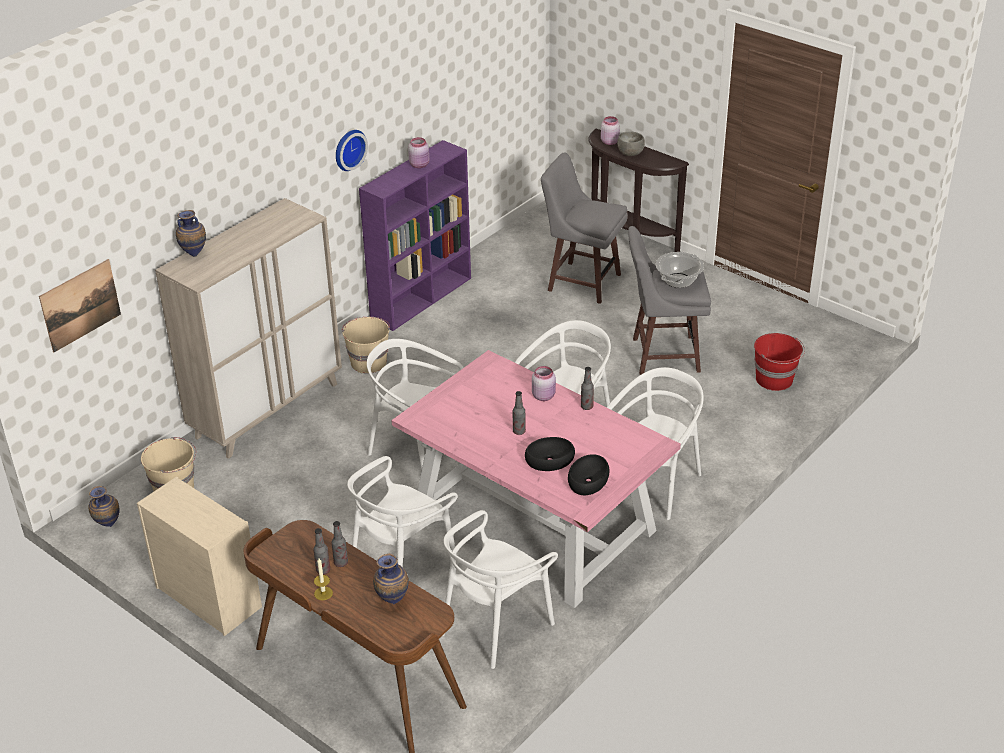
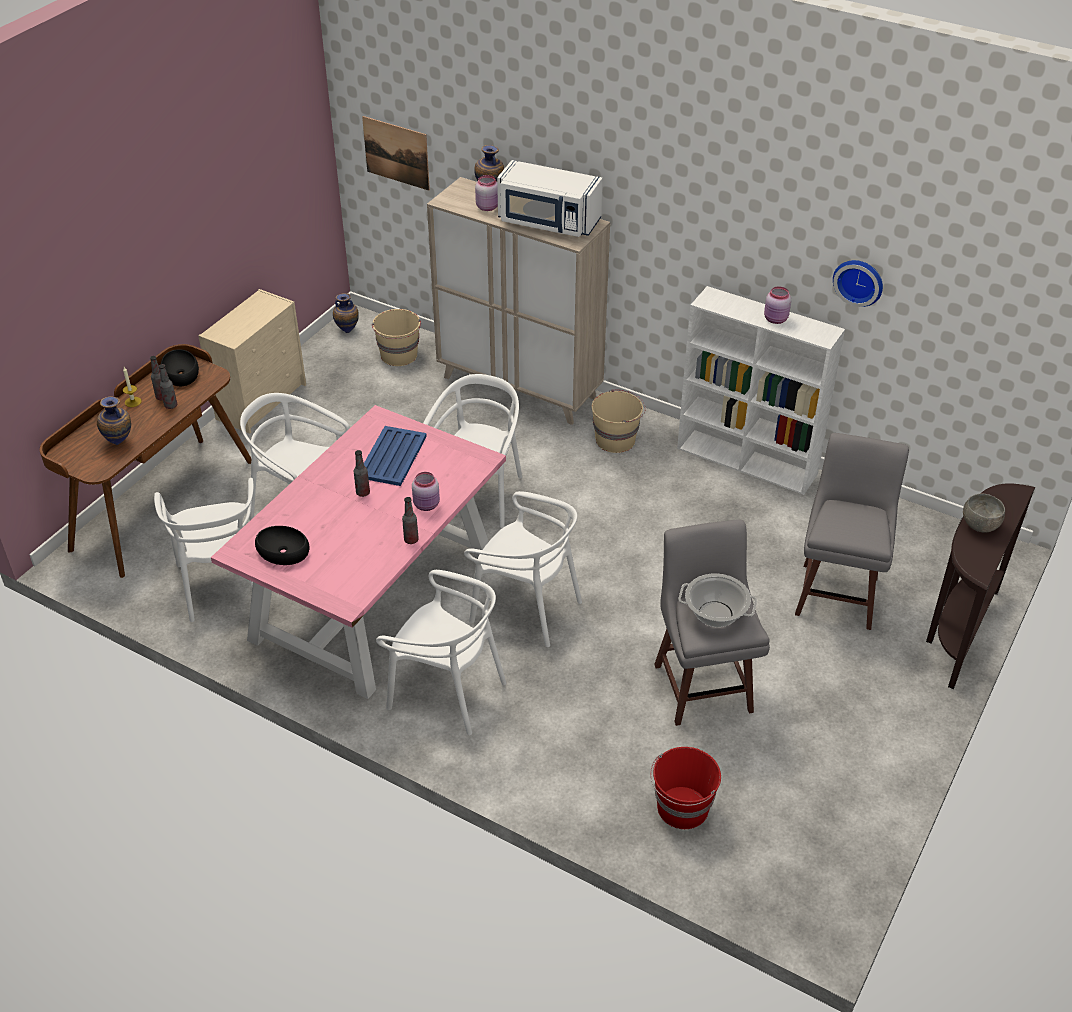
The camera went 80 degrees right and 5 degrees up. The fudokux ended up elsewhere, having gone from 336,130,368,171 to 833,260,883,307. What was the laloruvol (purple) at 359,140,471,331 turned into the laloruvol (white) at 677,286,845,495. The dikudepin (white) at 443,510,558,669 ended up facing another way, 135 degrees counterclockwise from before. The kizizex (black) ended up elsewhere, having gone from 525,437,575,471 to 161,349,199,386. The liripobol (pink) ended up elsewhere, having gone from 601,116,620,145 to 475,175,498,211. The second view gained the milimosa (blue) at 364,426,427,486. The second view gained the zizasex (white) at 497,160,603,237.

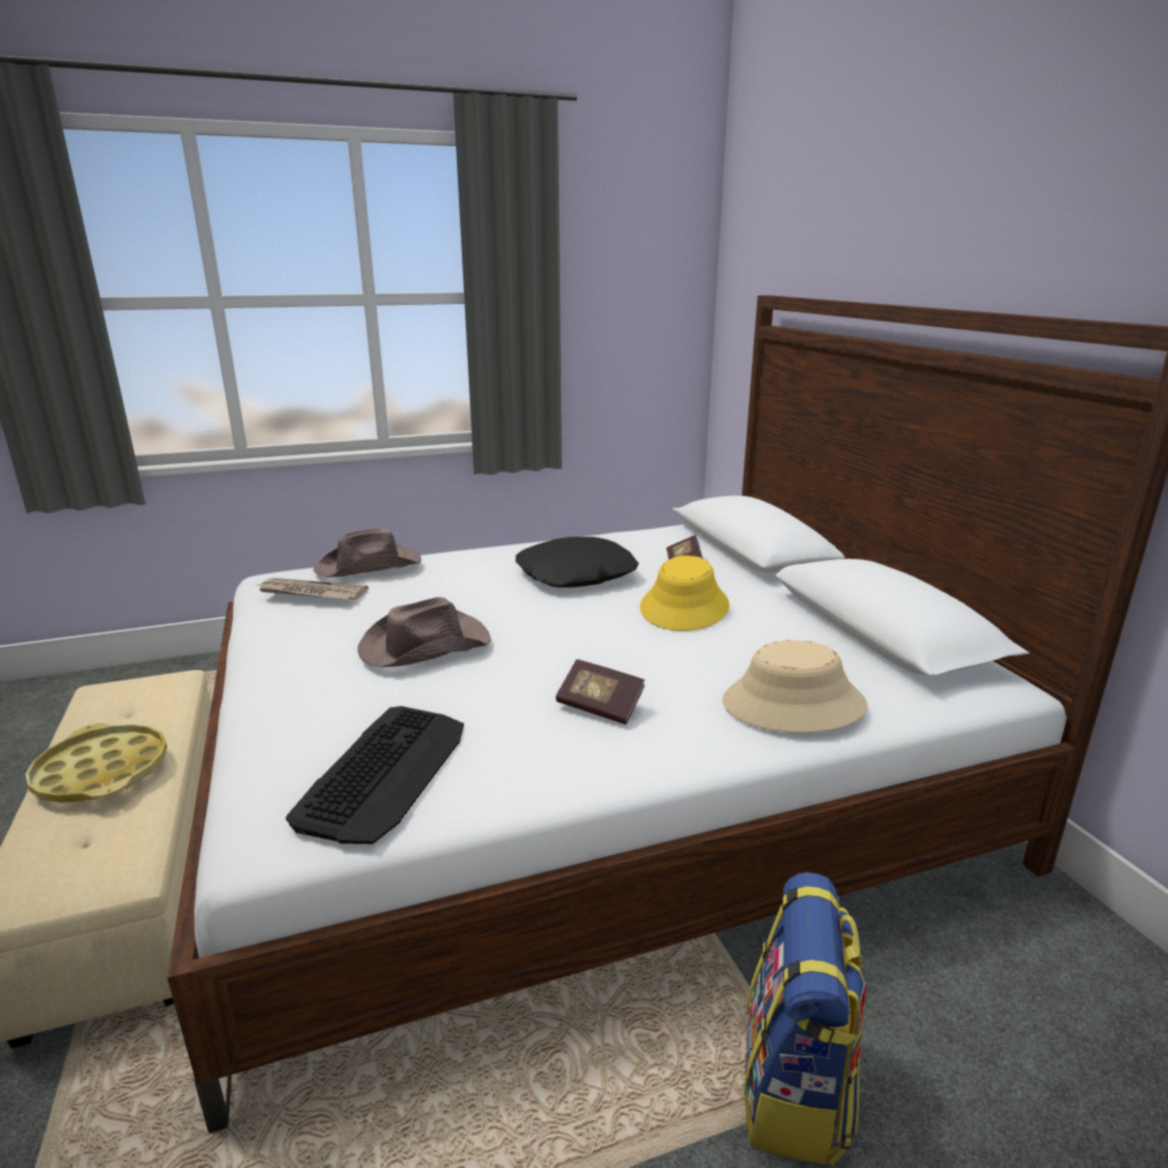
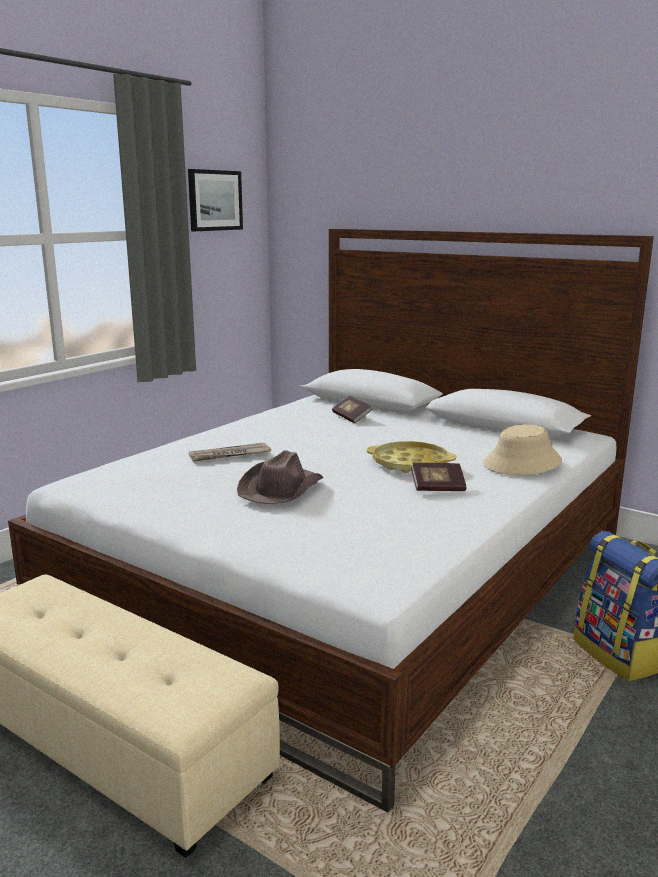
The camera went 35 degrees left and 5 degrees down. The milimosa (yellow) ended up elsewhere, having gone from 26,723,167,803 to 366,441,456,473. The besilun ended up elsewhere, having gone from 254,578,368,600 to 189,442,271,462. The second view lost the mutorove at 286,706,464,844. The second view lost the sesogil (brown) at 313,528,421,577. The second view lost the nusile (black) at 516,537,639,588. The second view lost the sesogil (yellow) at 640,555,729,631. The second view gained the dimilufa at 188,169,243,231.

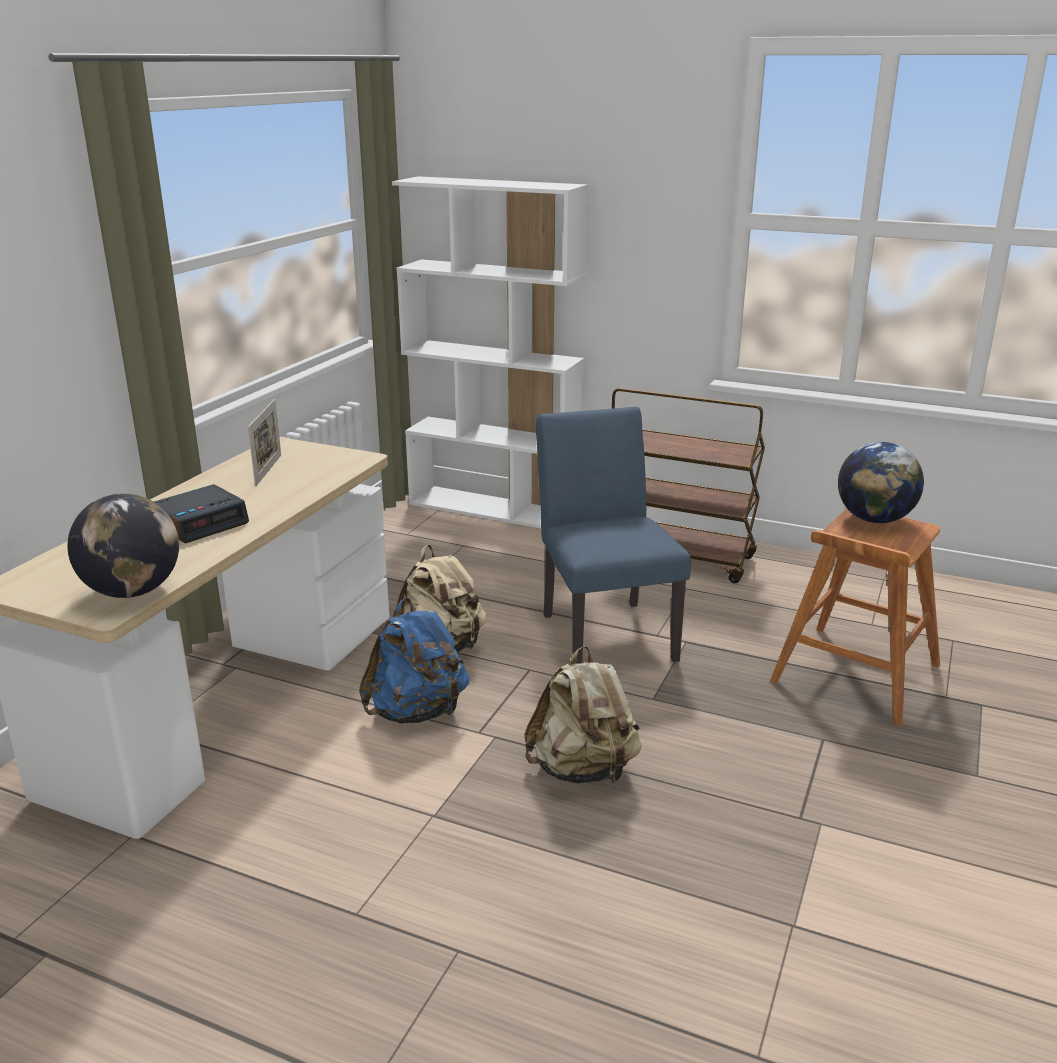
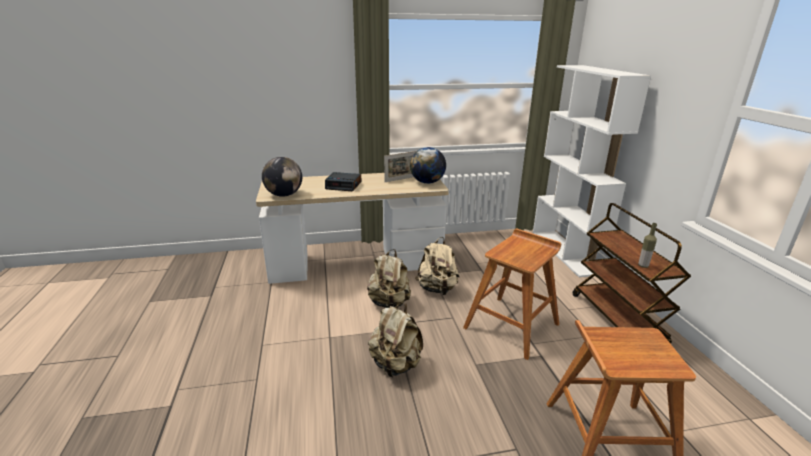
The camera went 55 degrees right and 0 degrees up. What was the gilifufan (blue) at 359,597,469,724 turned into the gilifufan (beige) at 367,249,411,308. Where the dikudepin (blue) stood at 536,407,691,664, the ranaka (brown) came to stand at 463,229,561,360. The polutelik ended up elsewhere, having gone from 838,442,924,523 to 410,147,446,184. The second view gained the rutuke at 638,223,657,268.

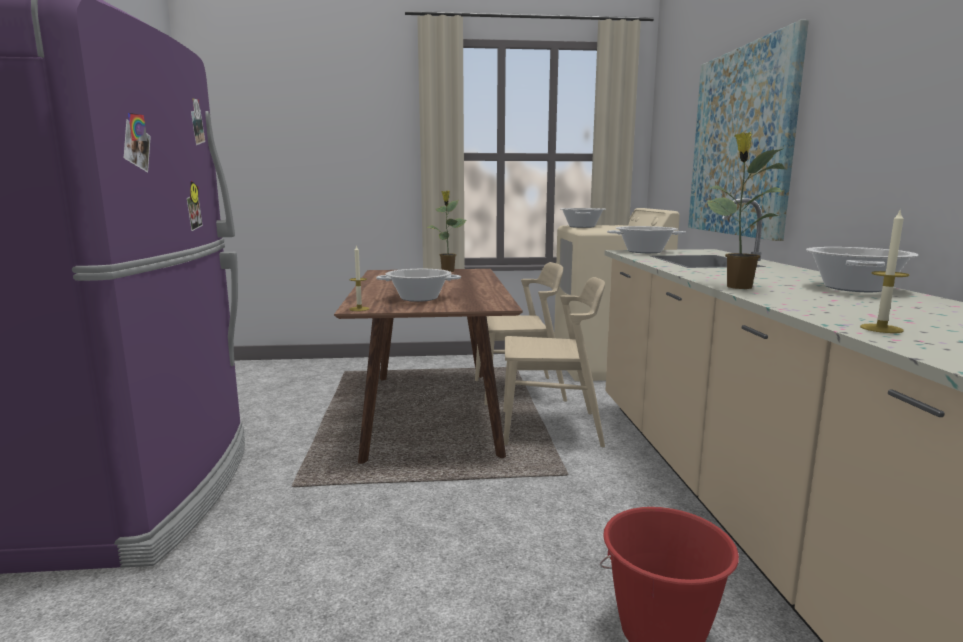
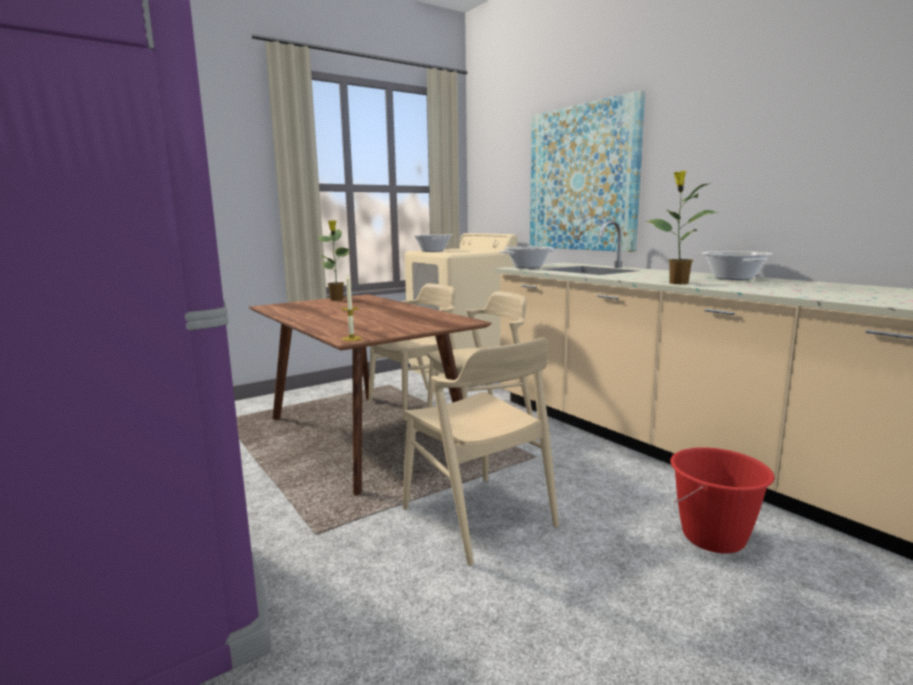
The camera went 30 degrees left and 0 degrees up. The second view lost the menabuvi at 376,269,461,302. The second view lost the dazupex at 860,211,909,333. The second view gained the dikudepin (beige) at 403,338,559,566.

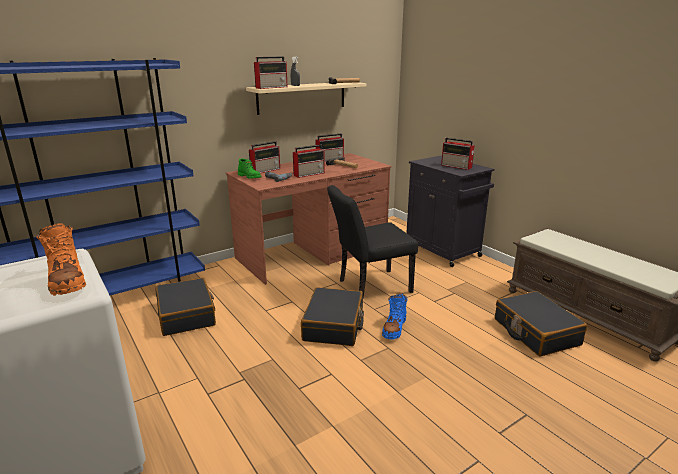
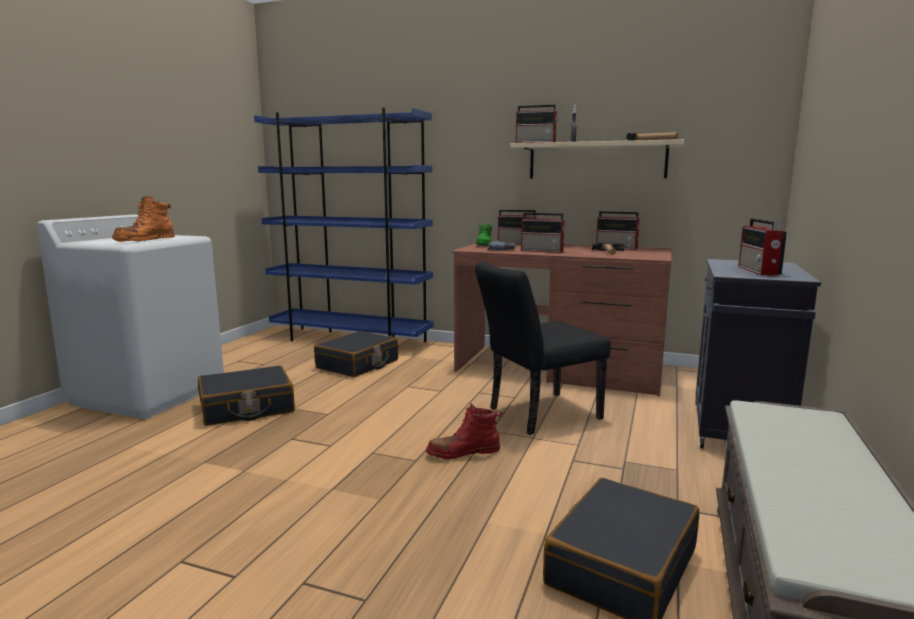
The camera went 55 degrees right and 10 degrees down. The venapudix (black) ended up elsewhere, having gone from 301,287,364,346 to 198,366,295,426. The dikudepin (black) at 327,185,418,297 ended up facing another way, 60 degrees counterclockwise from before. What was the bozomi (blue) at 382,293,407,339 turned into the bozomi (red) at 426,403,503,460.

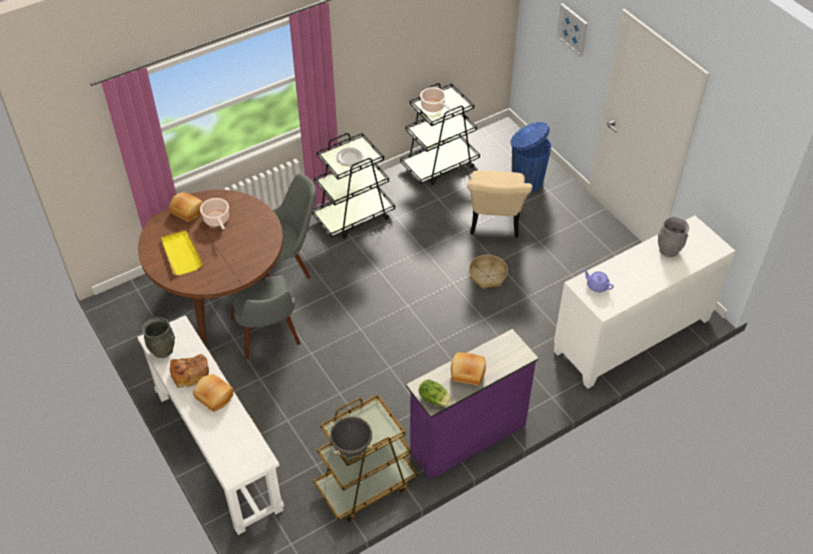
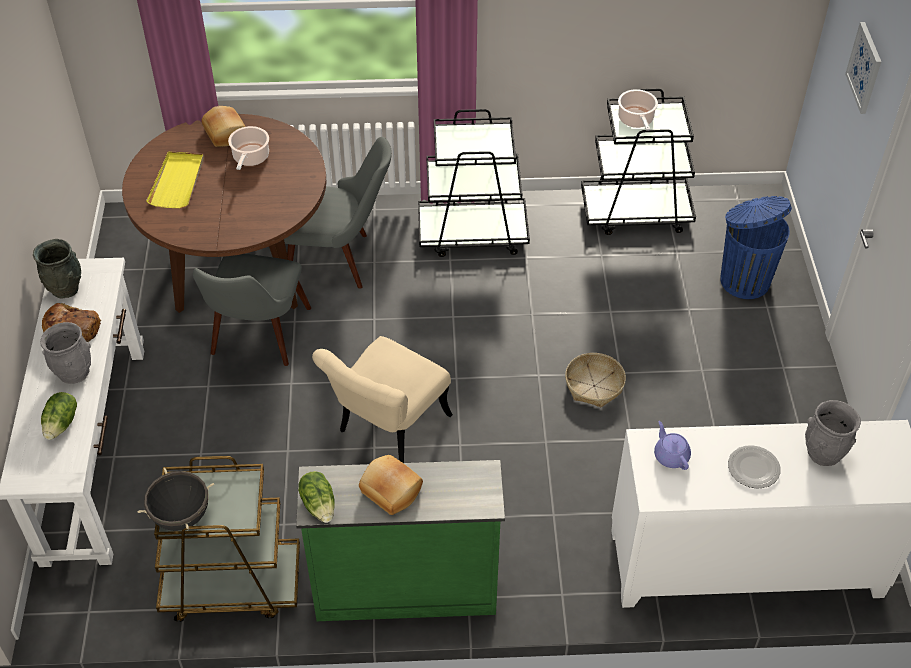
The camera went 30 degrees right and 0 degrees up. Where the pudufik stood at 193,374,234,412, the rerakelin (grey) came to stand at 40,322,91,384. The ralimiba ended up elsewhere, having gone from 336,147,364,166 to 728,445,781,488. What was the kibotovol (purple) at 406,329,539,480 turned into the kibotovol (green) at 296,460,505,621. The dikudepin (beige) ended up elsewhere, having gone from 467,170,532,238 to 312,336,453,463. The second view gained the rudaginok at 41,392,77,440.

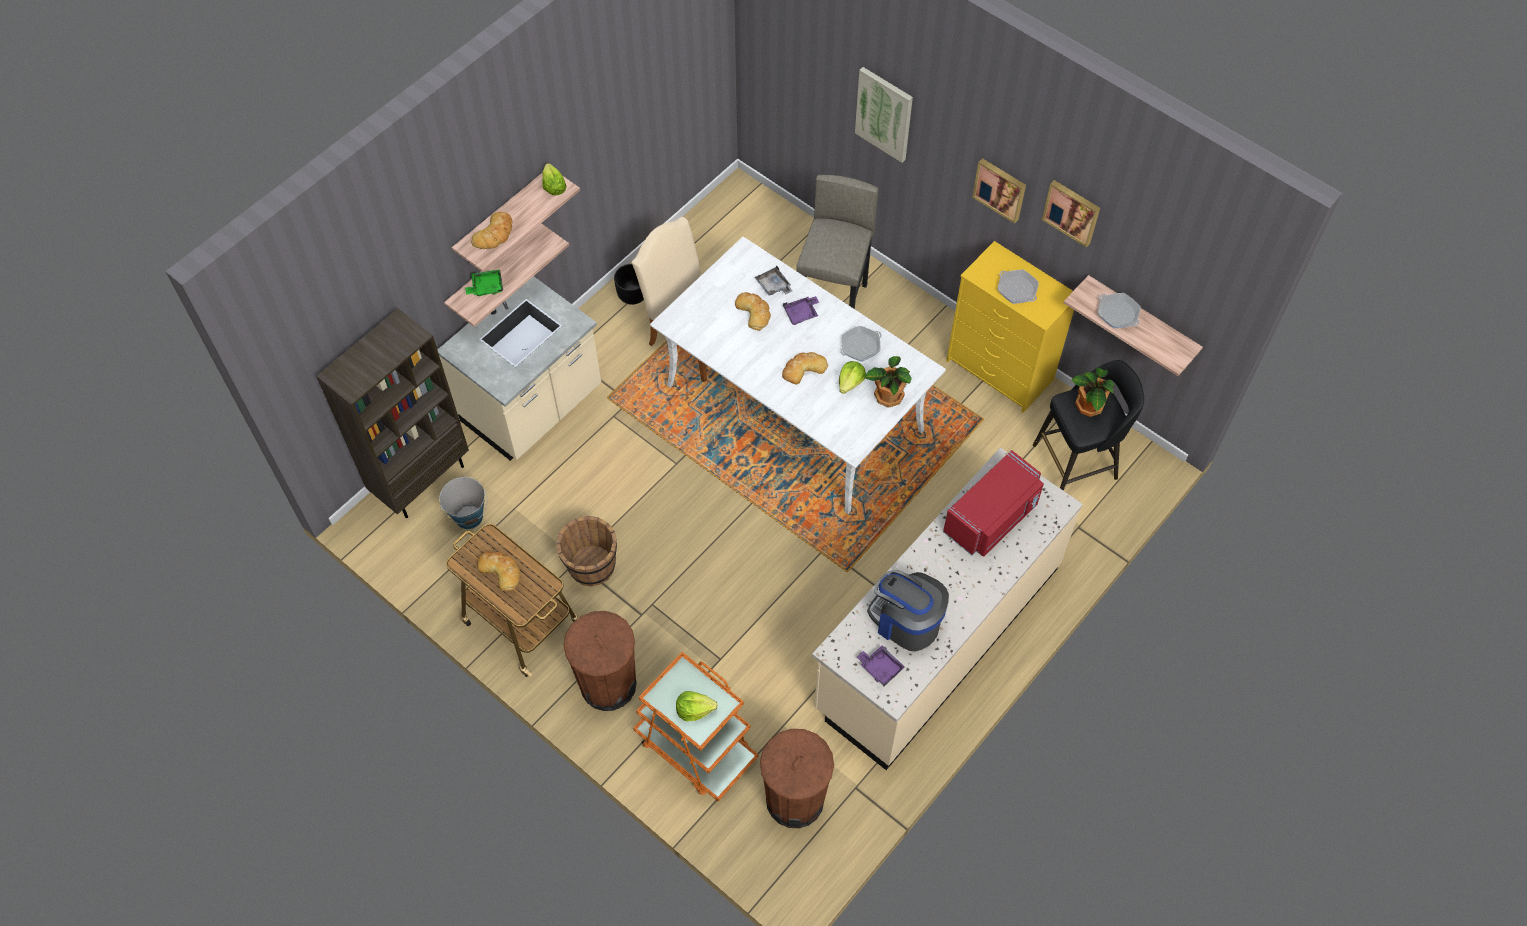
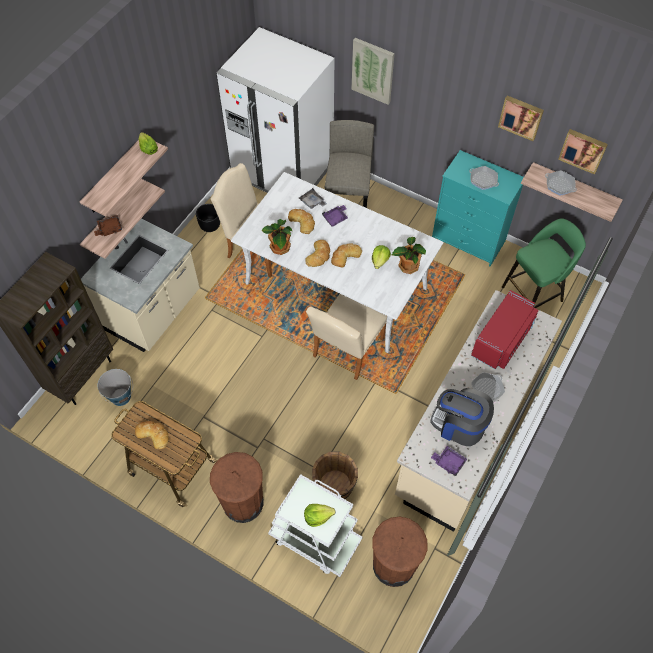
The camera went 10 degrees left and 0 degrees up. What was the milimosa (green) at 465,270,503,296 turned into the milimosa (brown) at 94,215,122,236. The pudufik ended up elsewhere, having gone from 471,212,512,249 to 305,240,330,267. The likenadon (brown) ended up elsewhere, having gone from 556,516,617,587 to 312,452,358,499. What was the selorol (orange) at 633,652,758,801 turned into the selorol (white) at 268,474,362,577. The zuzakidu ended up elsewhere, having gone from 840,326,882,362 to 471,372,505,403. What was the kibotovol (yellow) at 946,241,1074,413 turned into the kibotovol (turquoise) at 432,150,524,266. The dimilufa ended up elsewhere, having gone from 972,158,1026,224 to 558,129,608,175. What was the ranaka (black) at 1033,360,1144,491 turned into the ranaka (green) at 502,218,586,308. The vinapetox ended up elsewhere, having gone from 1071,368,1114,417 to 262,219,292,255. The second view gained the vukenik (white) at 216,27,334,193. The second view gained the dikudepin (beige) at 306,294,387,380.

